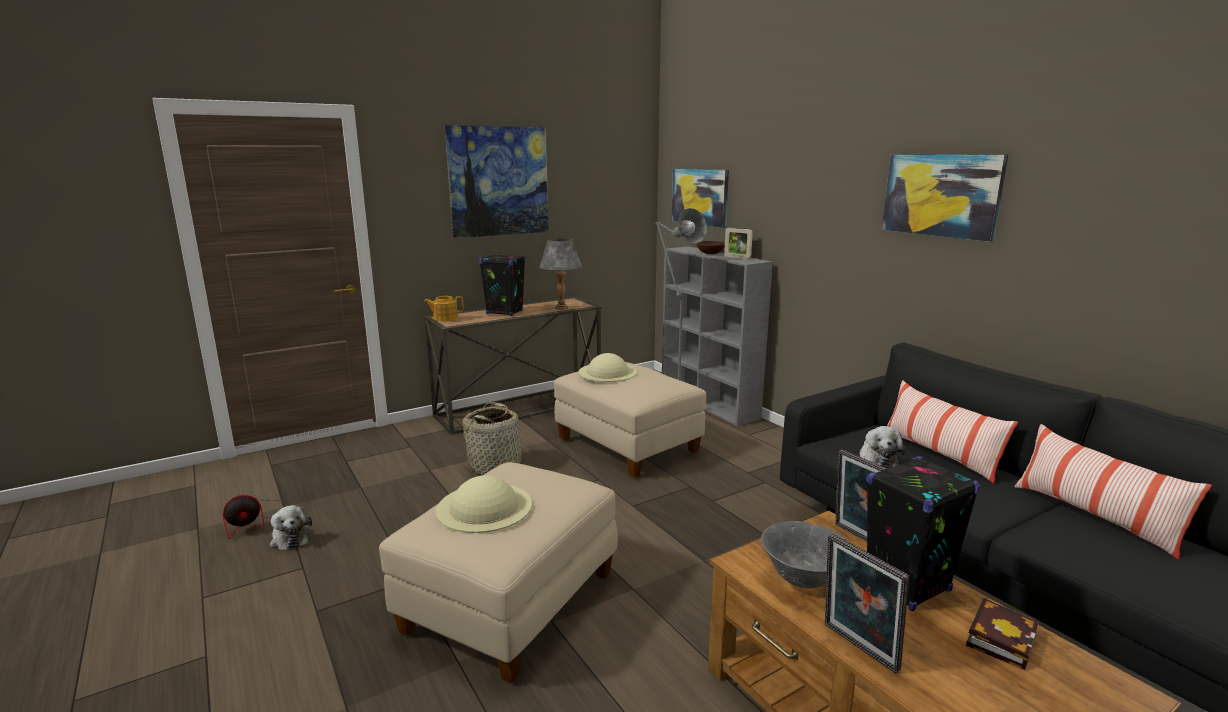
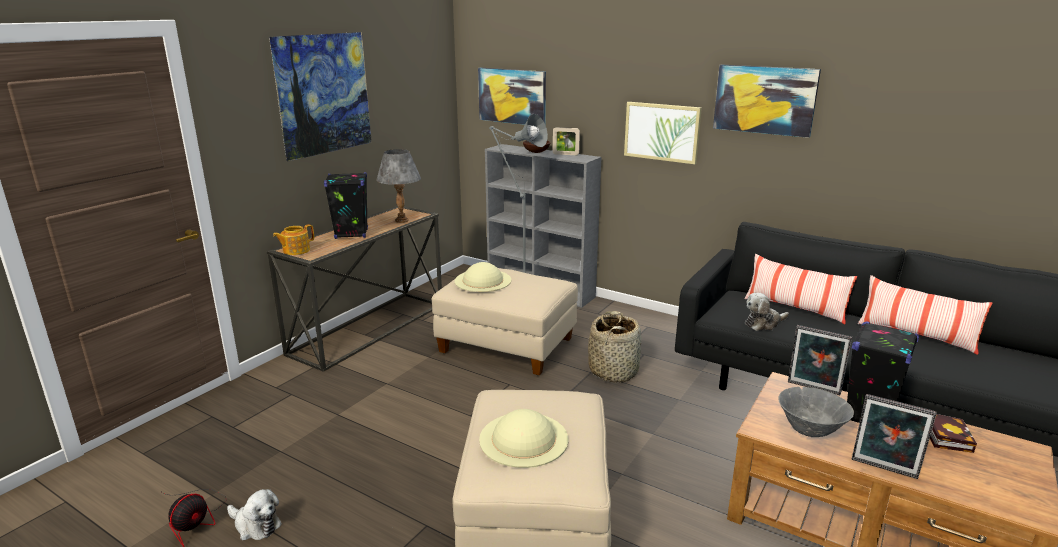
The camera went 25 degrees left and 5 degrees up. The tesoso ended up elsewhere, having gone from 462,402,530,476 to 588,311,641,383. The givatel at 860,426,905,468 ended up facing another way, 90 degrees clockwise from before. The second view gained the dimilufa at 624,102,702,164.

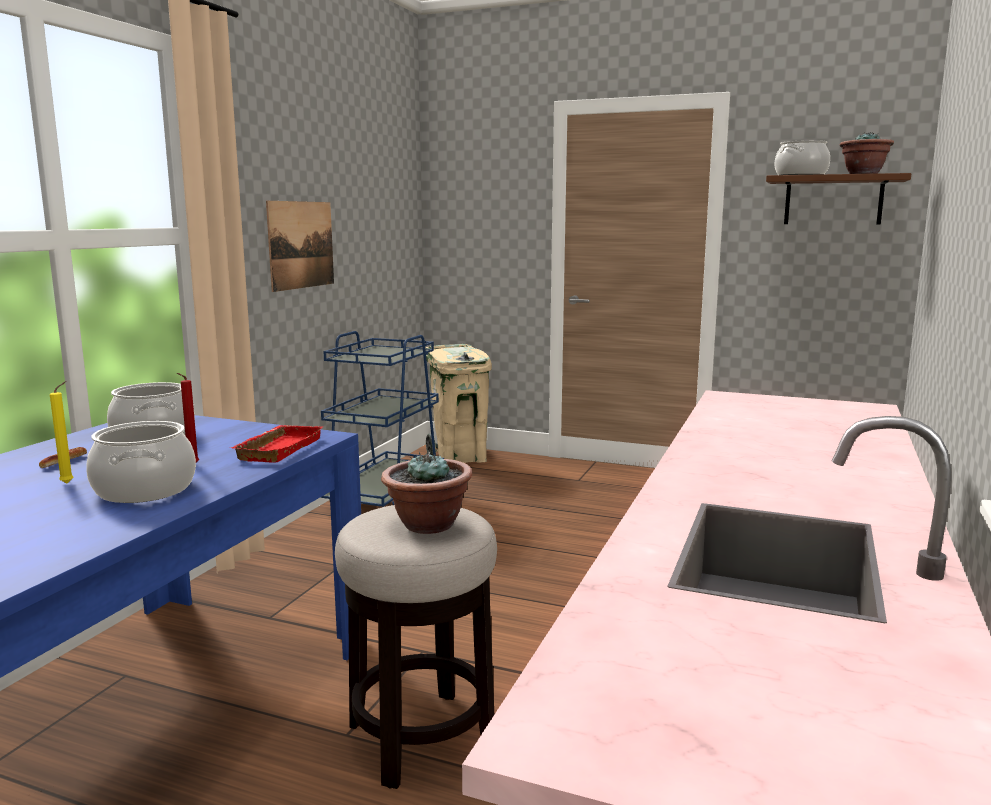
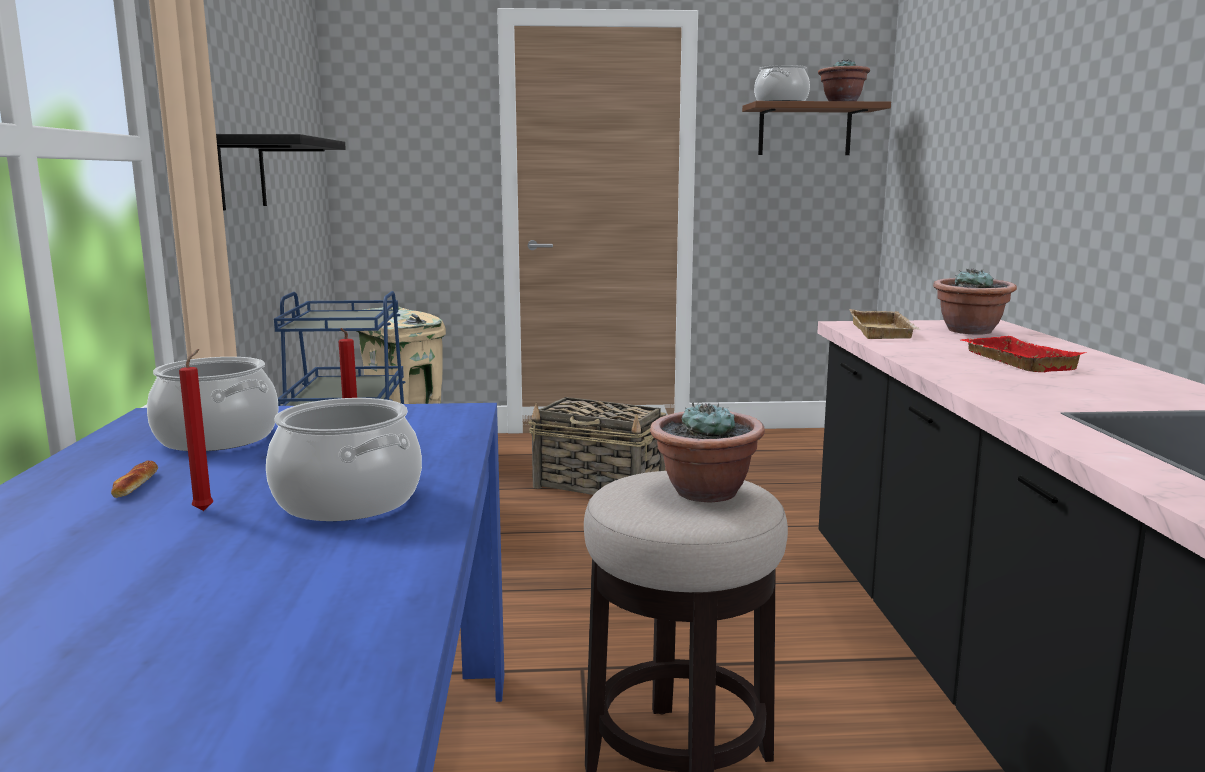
The camera went 25 degrees left and 0 degrees up. What was the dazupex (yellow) at 50,381,73,483 turned into the dazupex (red) at 179,349,213,511. The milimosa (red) ended up elsewhere, having gone from 231,425,323,463 to 961,336,1086,372. Where the dimilufa hung at 266,201,334,292, the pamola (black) came to hang at 216,134,346,211. The second view gained the tesoso at 528,397,666,495. The second view gained the milimosa (beige) at 849,309,921,339. The second view gained the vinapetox at 933,268,1017,335.

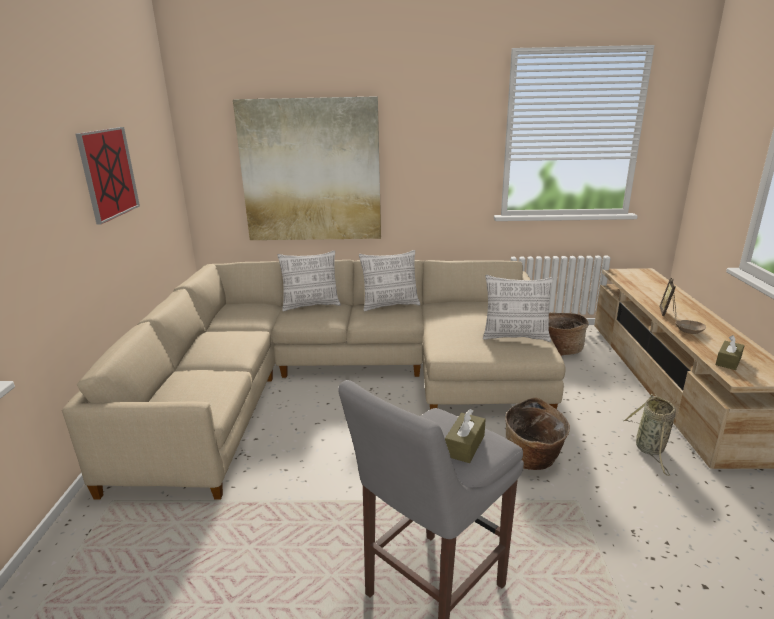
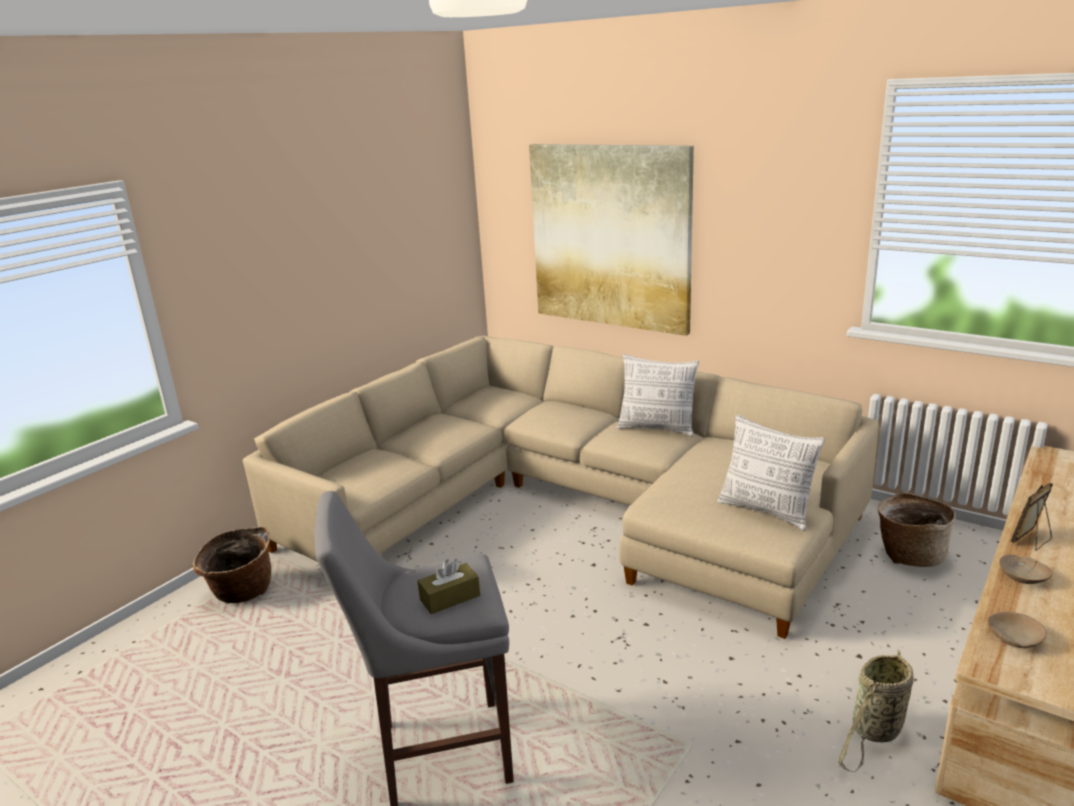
The camera went 35 degrees right and 0 degrees up. The second view lost the dimilufa at 76,127,140,225. The second view lost the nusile at 277,251,341,311. The tesoso ended up elsewhere, having gone from 505,397,570,470 to 193,526,271,603. Where the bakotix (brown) stood at 716,335,745,370, the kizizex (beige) came to stand at 987,612,1047,648.

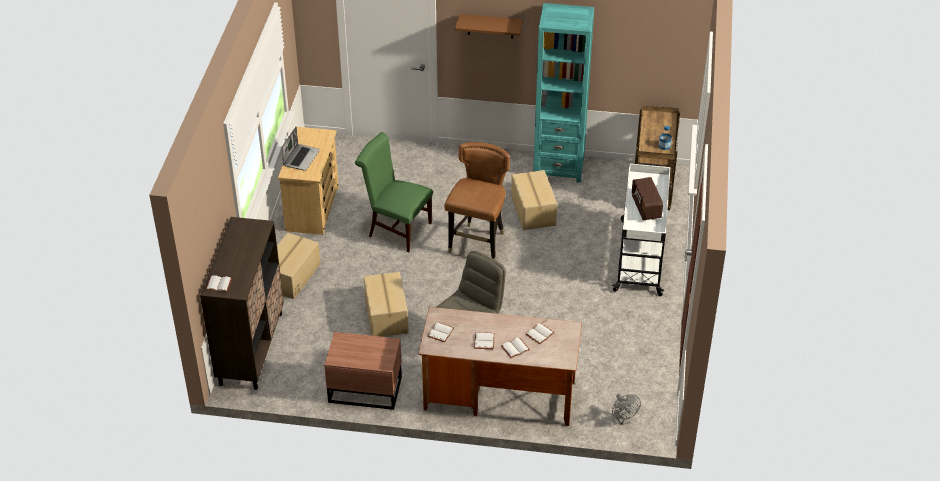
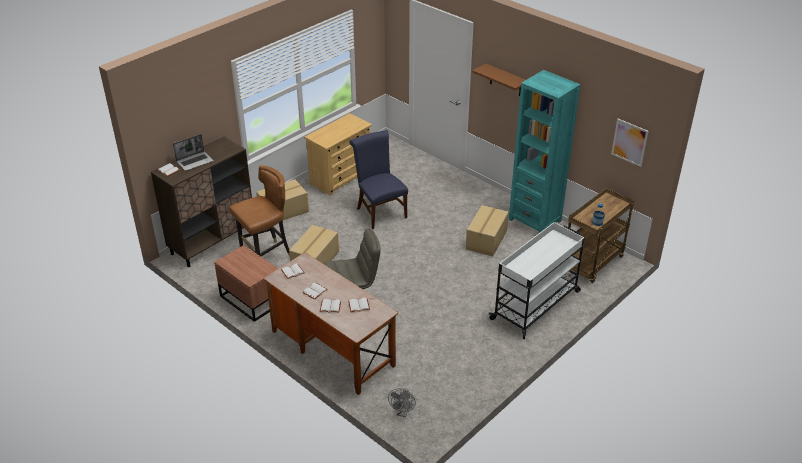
The camera went 35 degrees right and 5 degrees down. The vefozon ended up elsewhere, having gone from 282,127,320,171 to 173,134,214,171. What was the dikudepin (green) at 355,132,433,252 turned into the dikudepin (blue) at 349,130,408,229. The dikudepin (brown) ended up elsewhere, having gone from 444,142,510,260 to 229,165,290,257. The second view lost the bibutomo at 632,177,663,220. The second view gained the dimilufa at 611,119,649,167.

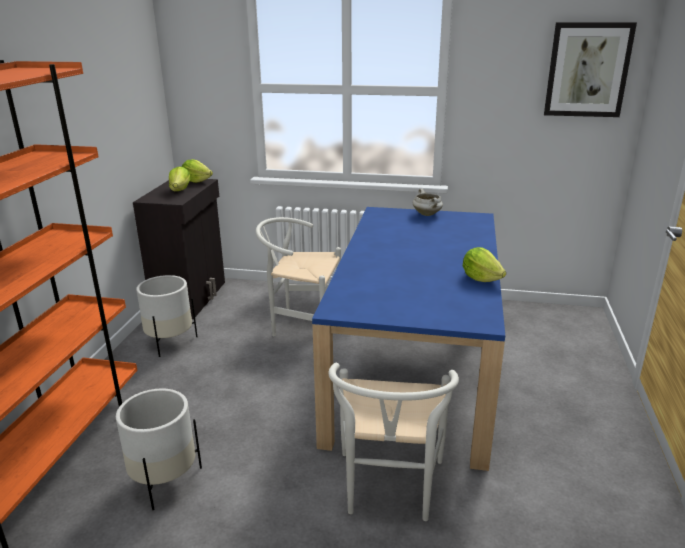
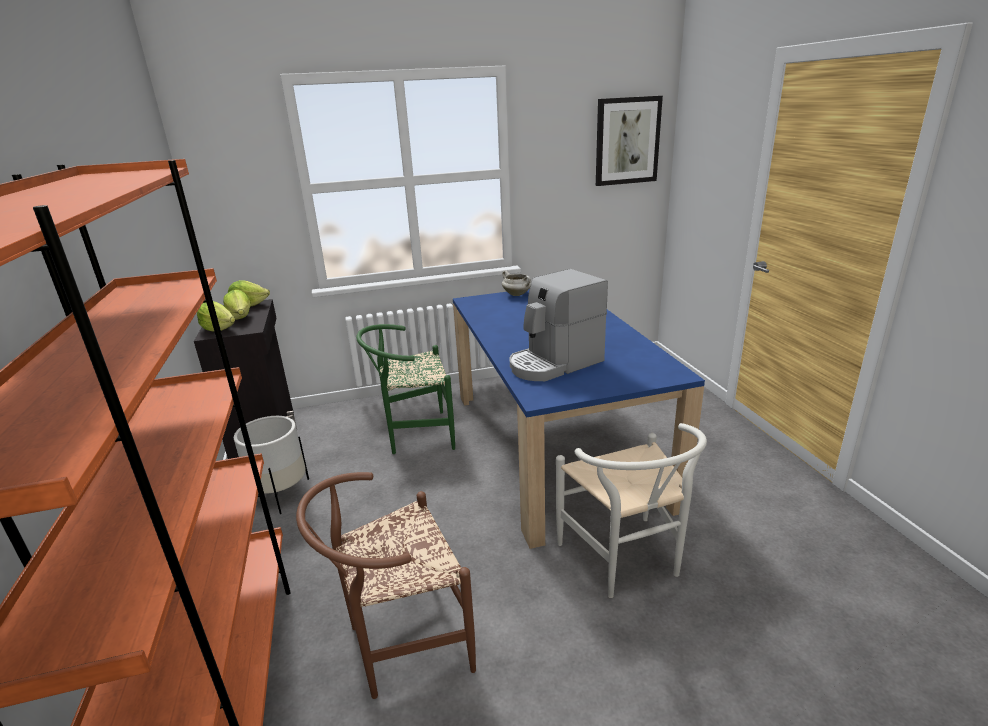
The camera went 25 degrees left and 0 degrees up. Where the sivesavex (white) stood at 116,388,202,510, the dikudepin (brown) came to stand at 296,472,476,699. What was the dikudepin (white) at 256,217,341,336 turned into the dikudepin (green) at 356,324,455,454. The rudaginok ended up elsewhere, having gone from 463,247,506,282 to 197,301,235,331. The second view gained the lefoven at 510,269,608,381.

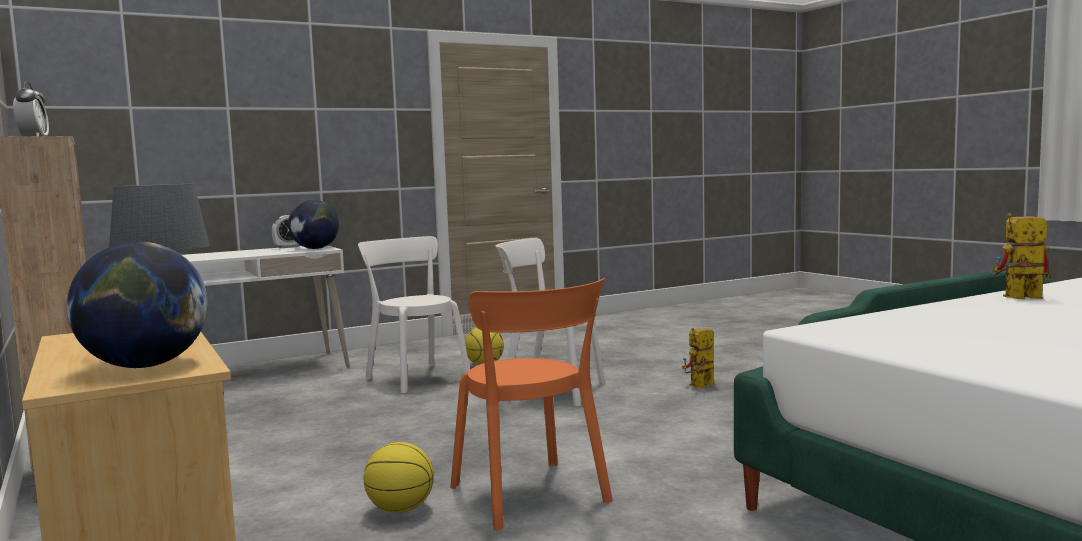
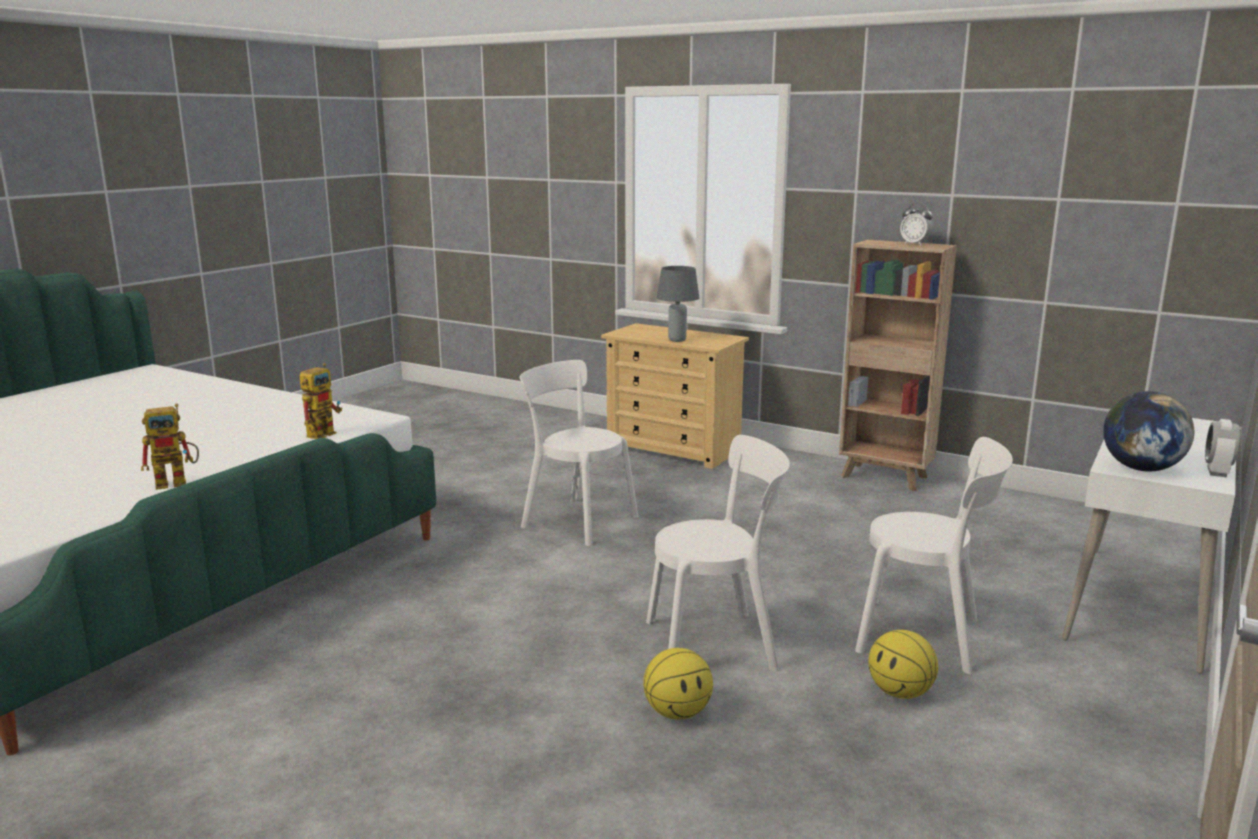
The camera went 150 degrees right and 10 degrees up. The second view lost the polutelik at 66,242,208,368. The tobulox ended up elsewhere, having gone from 364,442,434,513 to 643,648,713,720. What was the dikudepin (orange) at 450,278,613,531 turned into the dikudepin (white) at 519,360,638,546. The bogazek ended up elsewhere, having gone from 682,328,714,388 to 300,363,342,439.

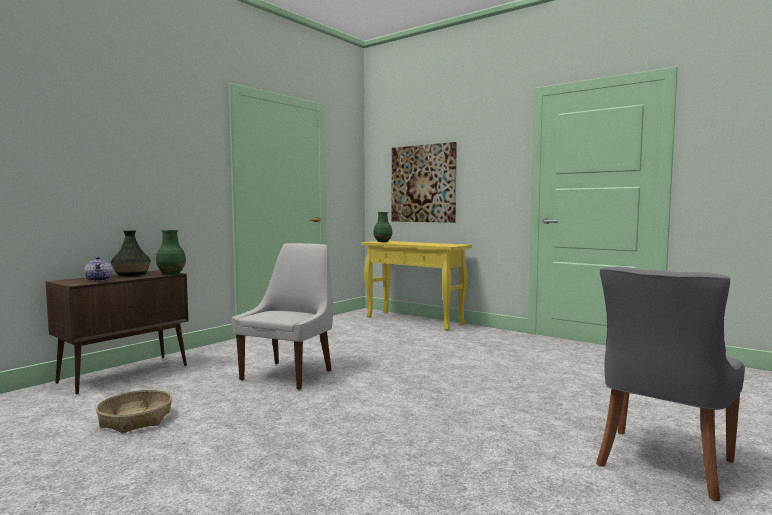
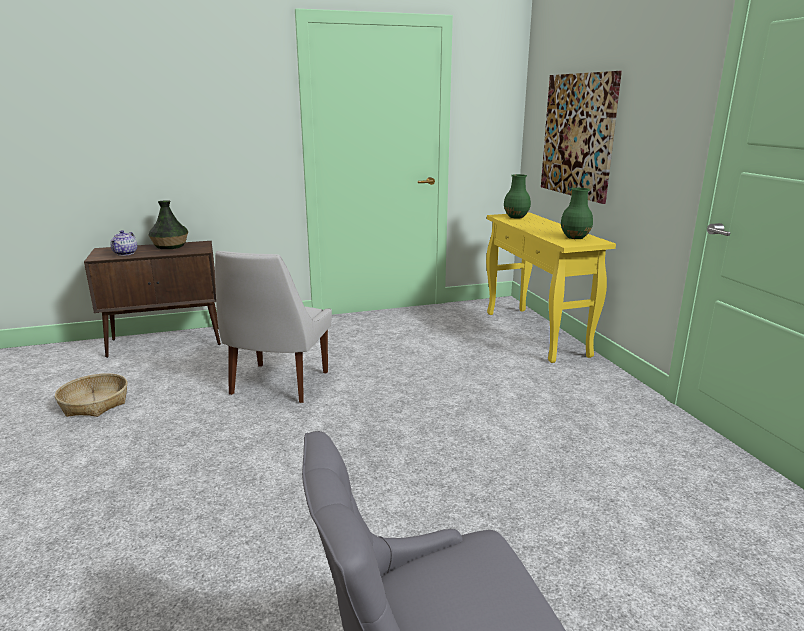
The camera went 35 degrees right and 15 degrees up. The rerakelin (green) ended up elsewhere, having gone from 156,230,186,275 to 561,188,593,239. The dikudepin (white) at 232,243,333,390 ended up facing another way, 135 degrees clockwise from before.

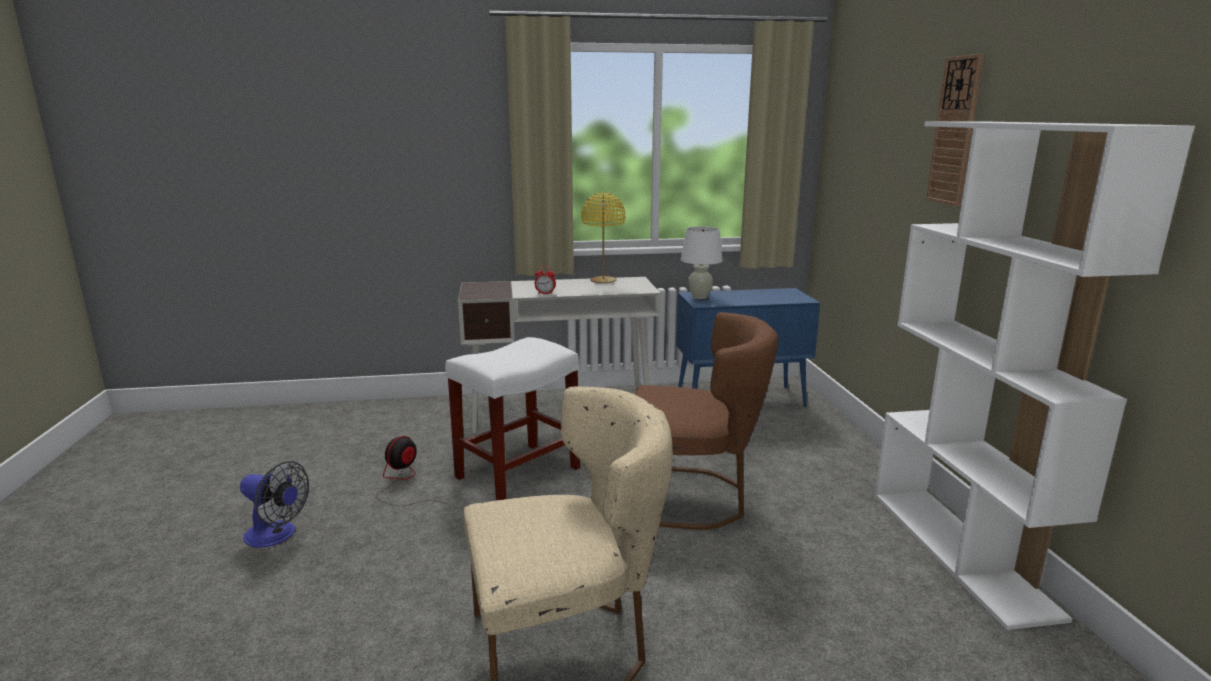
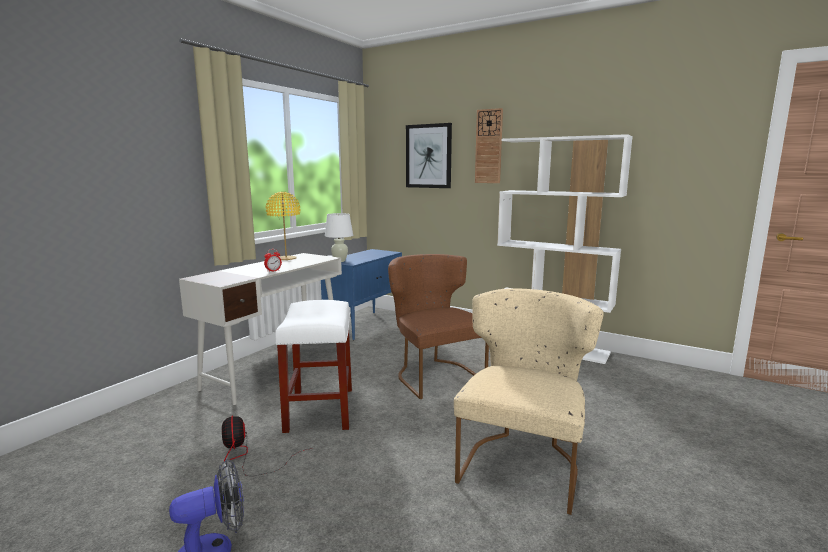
The camera went 50 degrees left and 5 degrees down. The dikudepin (brown) at 635,312,778,530 ended up facing another way, 75 degrees counterclockwise from before. The second view gained the dimilufa at 406,123,452,188.

